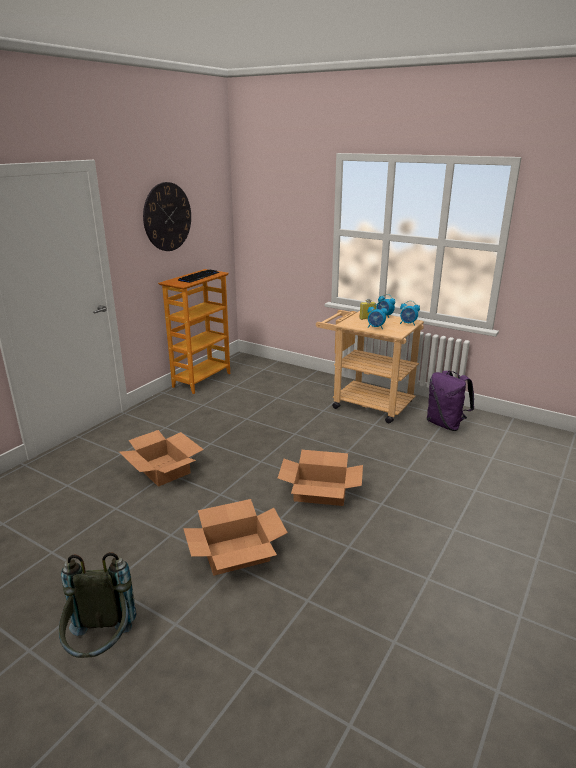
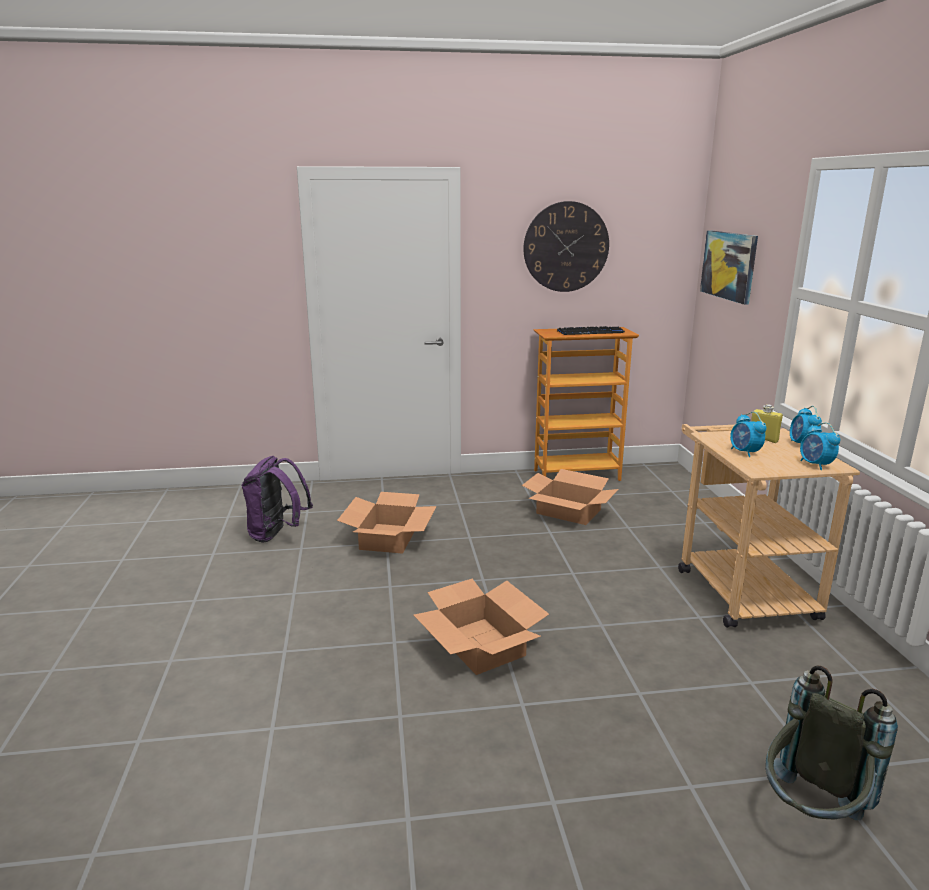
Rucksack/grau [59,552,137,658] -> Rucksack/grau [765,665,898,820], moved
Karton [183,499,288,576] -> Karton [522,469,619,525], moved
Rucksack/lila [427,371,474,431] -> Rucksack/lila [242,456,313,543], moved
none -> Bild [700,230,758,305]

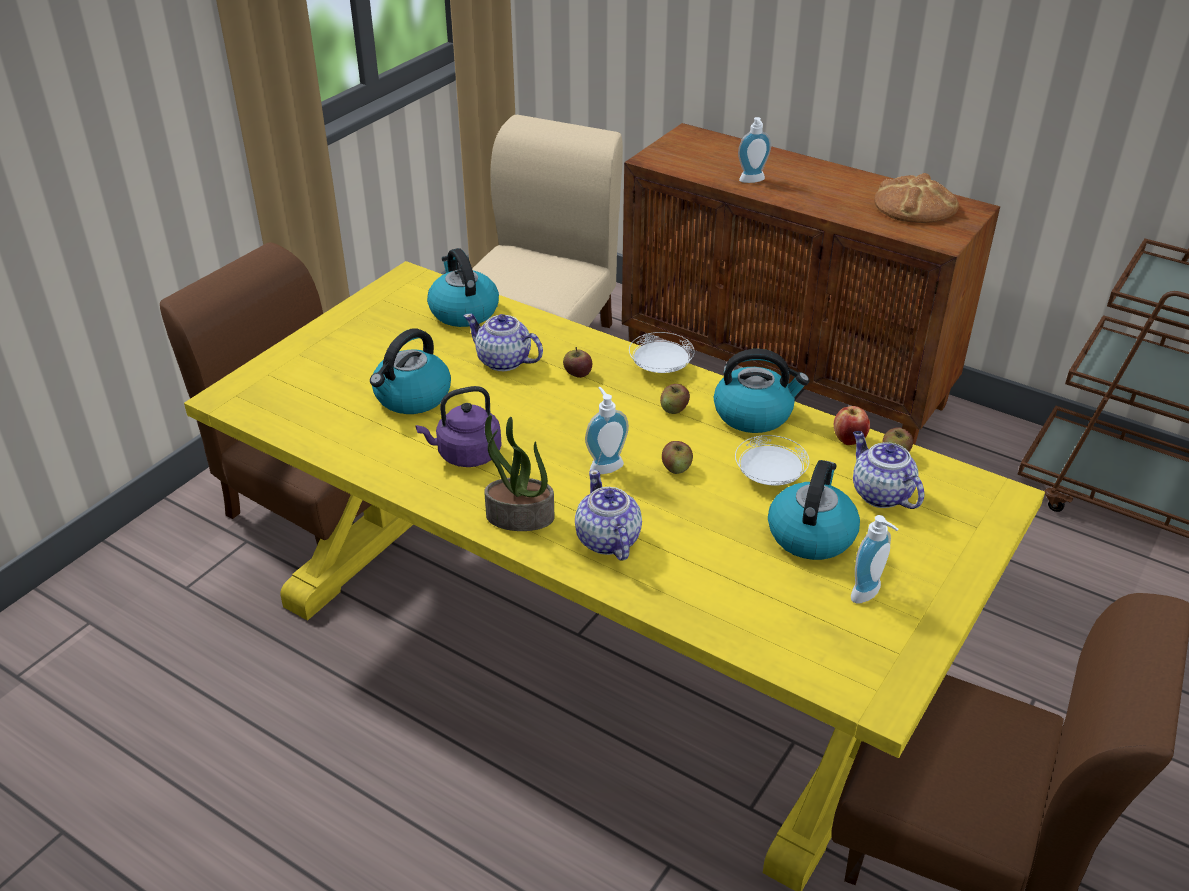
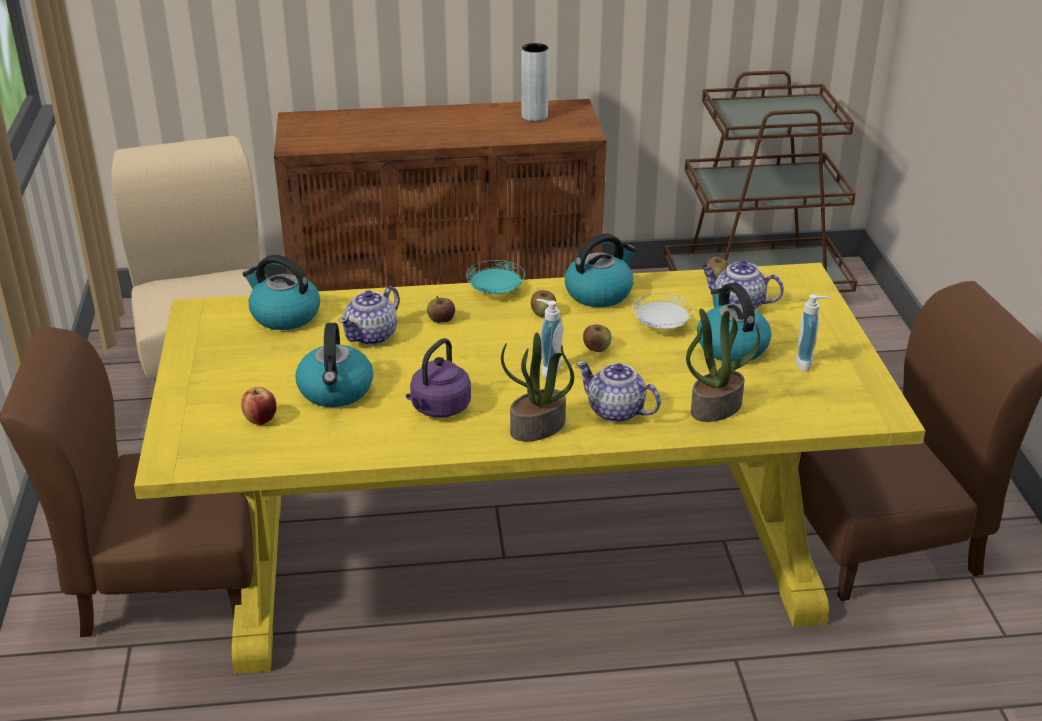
Teekanne [464,313,543,371] -> Teekanne [339,286,400,345], 45 degrees counterclockwise
Teller/weiß [629,332,695,373] -> Teller/türkis [466,260,525,294]
Seifenspender [738,117,771,183] -> none
Apfel [834,406,870,445] -> Apfel [241,387,277,425], moved
Brot [874,173,959,223] -> Vase/grau [522,43,549,121]
none -> Topfpflanze [686,309,760,422]

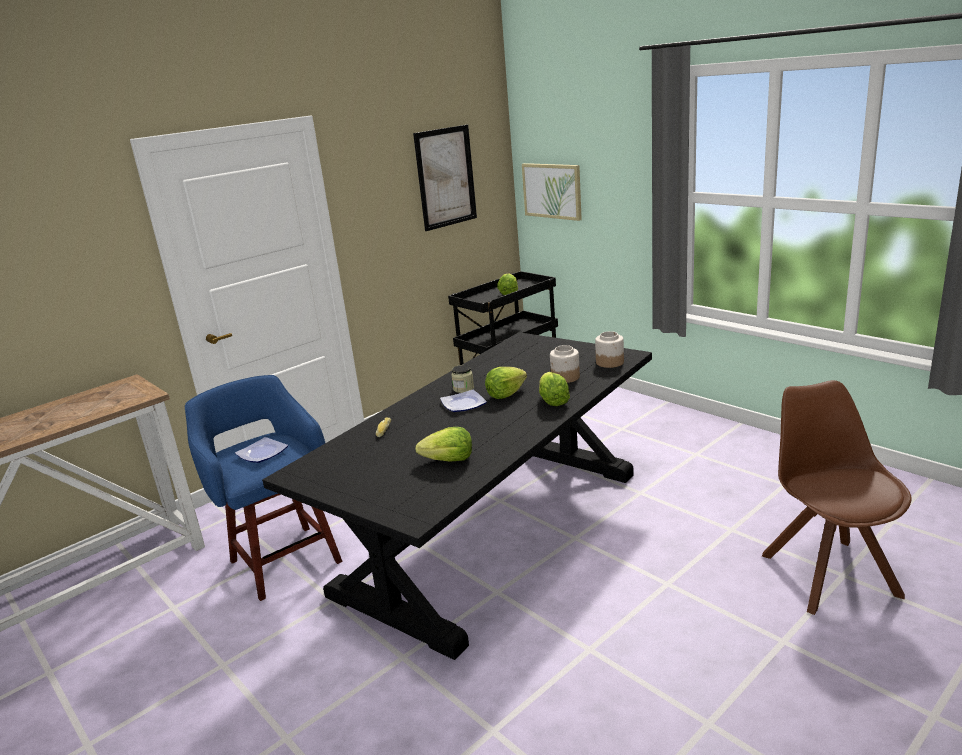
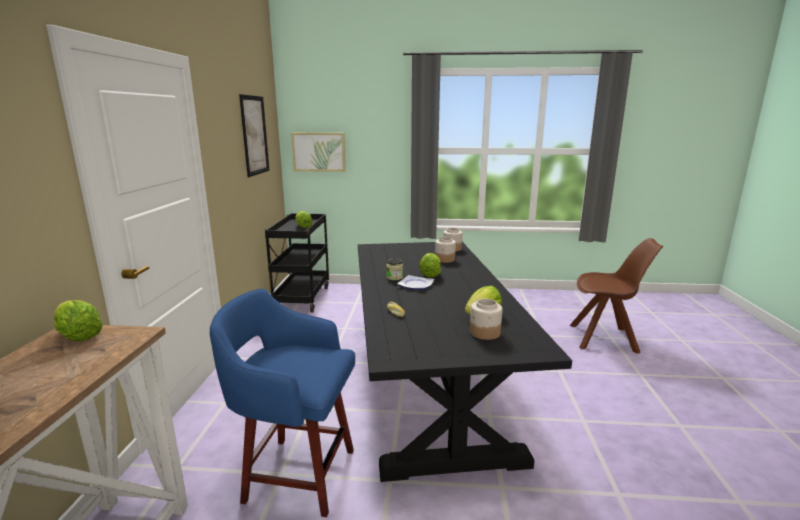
Teller [235,437,288,463] -> none
Salatkopf [539,372,570,406] -> Salatkopf [53,300,103,342], moved
Stuhl/braun [762,380,912,615] -> Stuhl/braun [570,238,663,354], 150 degrees clockwise
none -> Vorratsglas [470,299,502,340]

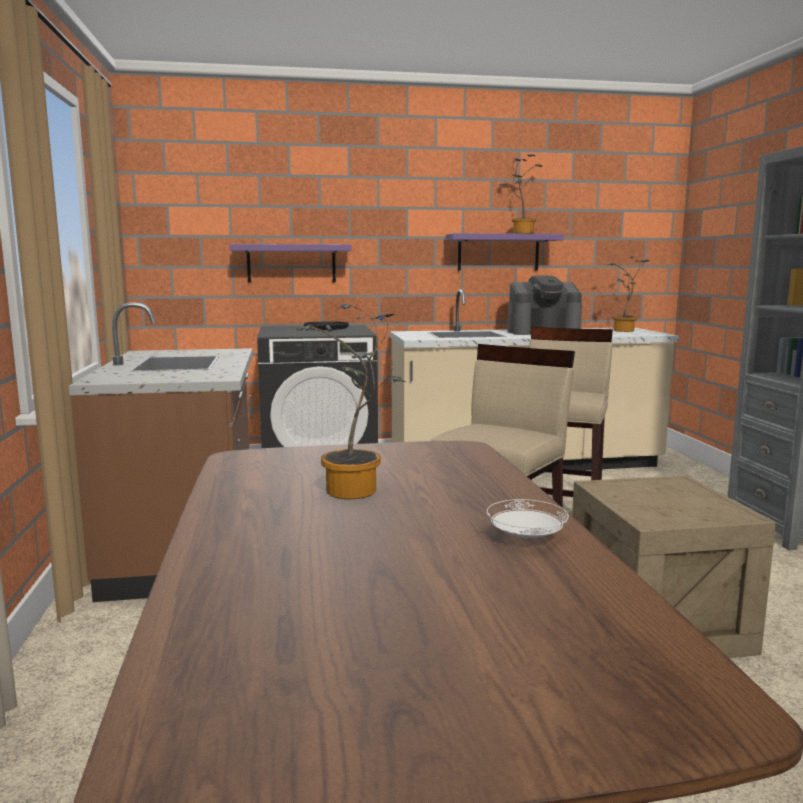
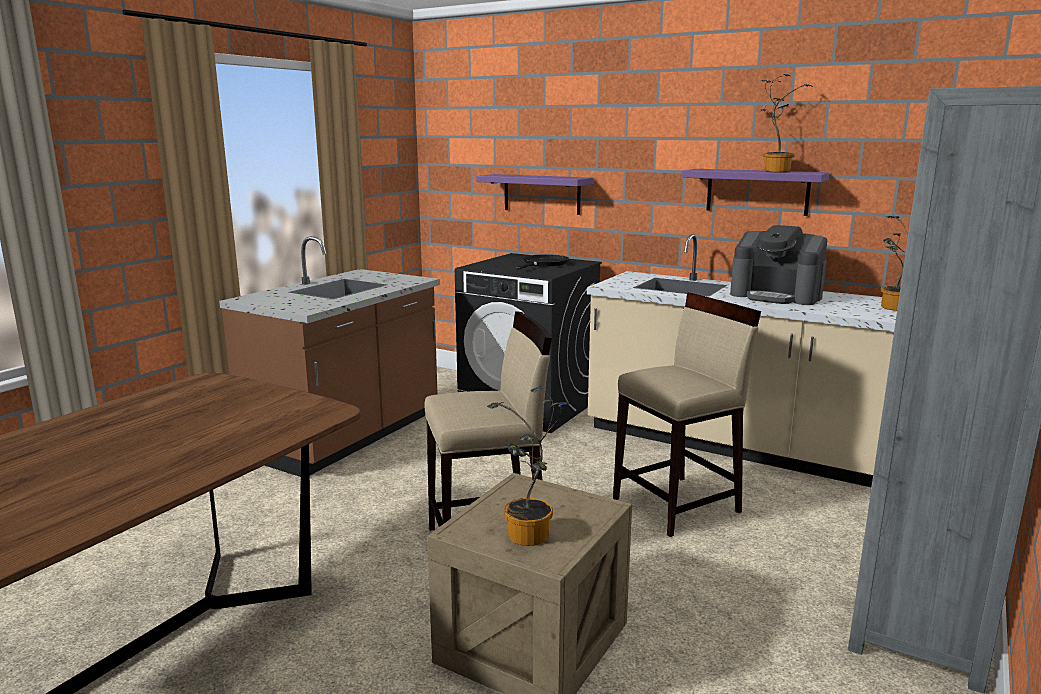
Topfpflanze [296,304,405,499] -> Topfpflanze [487,386,569,546], moved
Teller/weiß [487,499,569,539] -> none

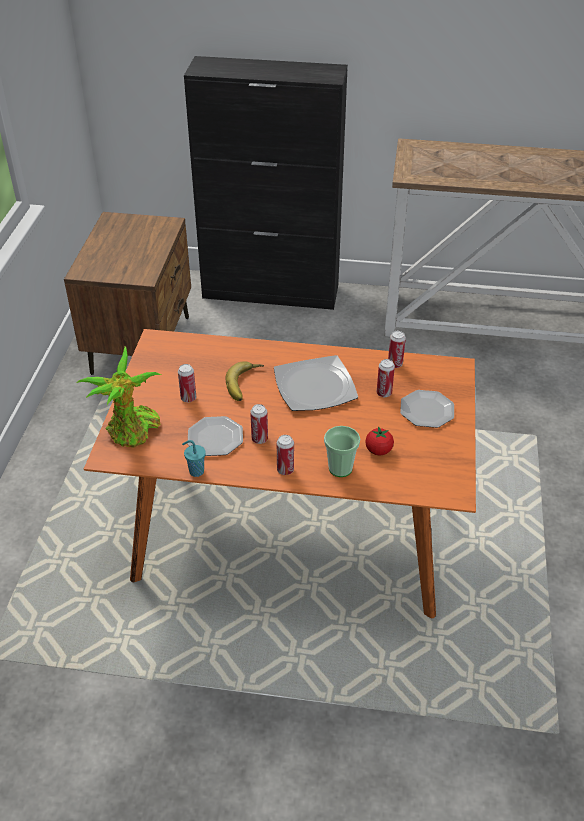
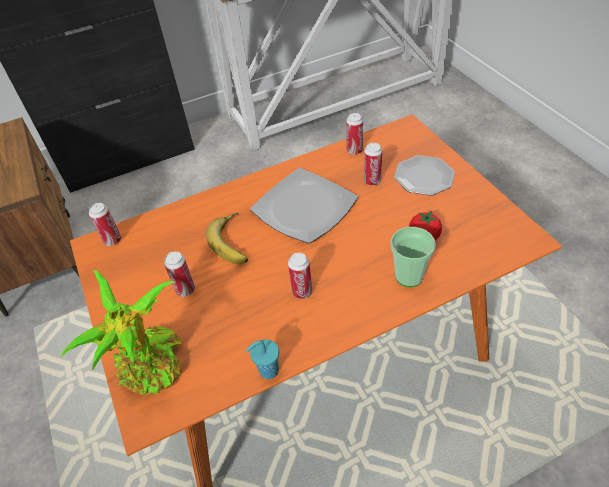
Teller [188,416,243,456] -> none
Dose [277,435,294,475] -> Dose [89,203,121,246], moved

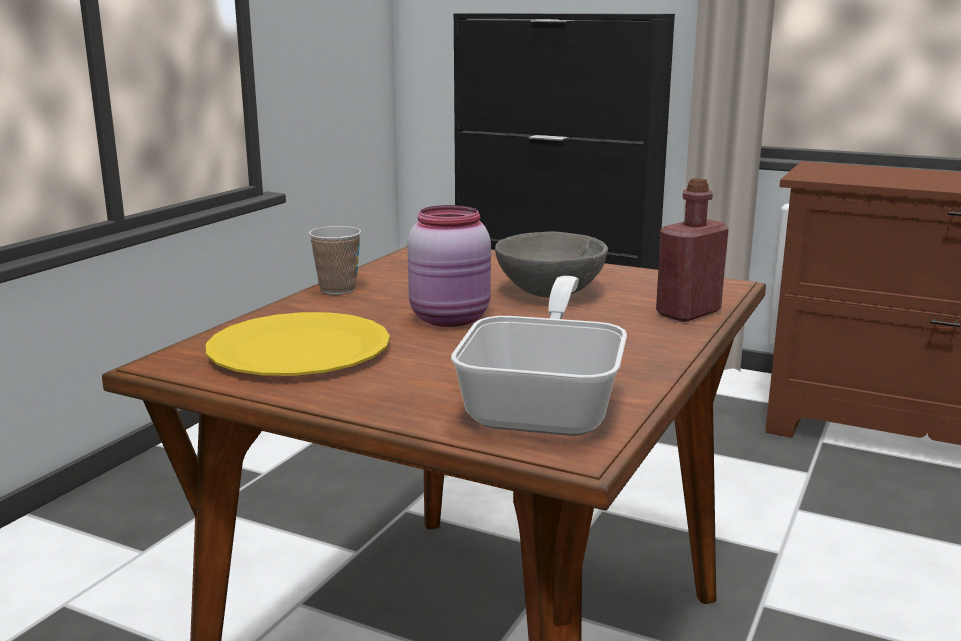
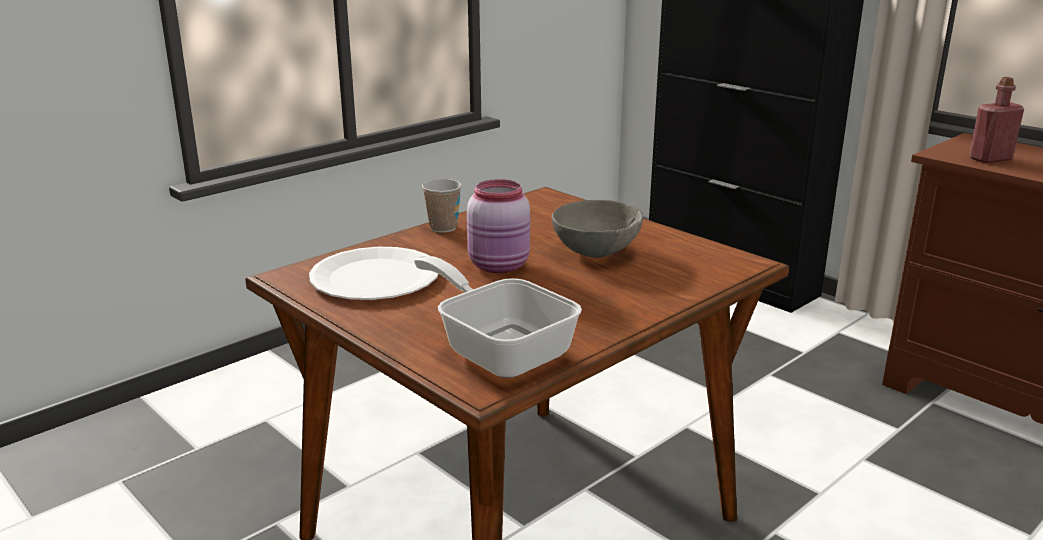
Teller/gelb [206,312,390,376] -> Teller/weiß [309,247,438,300]
Pfanne [451,276,627,436] -> Pfanne [414,256,582,378], 75 degrees counterclockwise
Flasche/rot [656,178,729,322] -> Flasche/rot [969,77,1024,163], moved

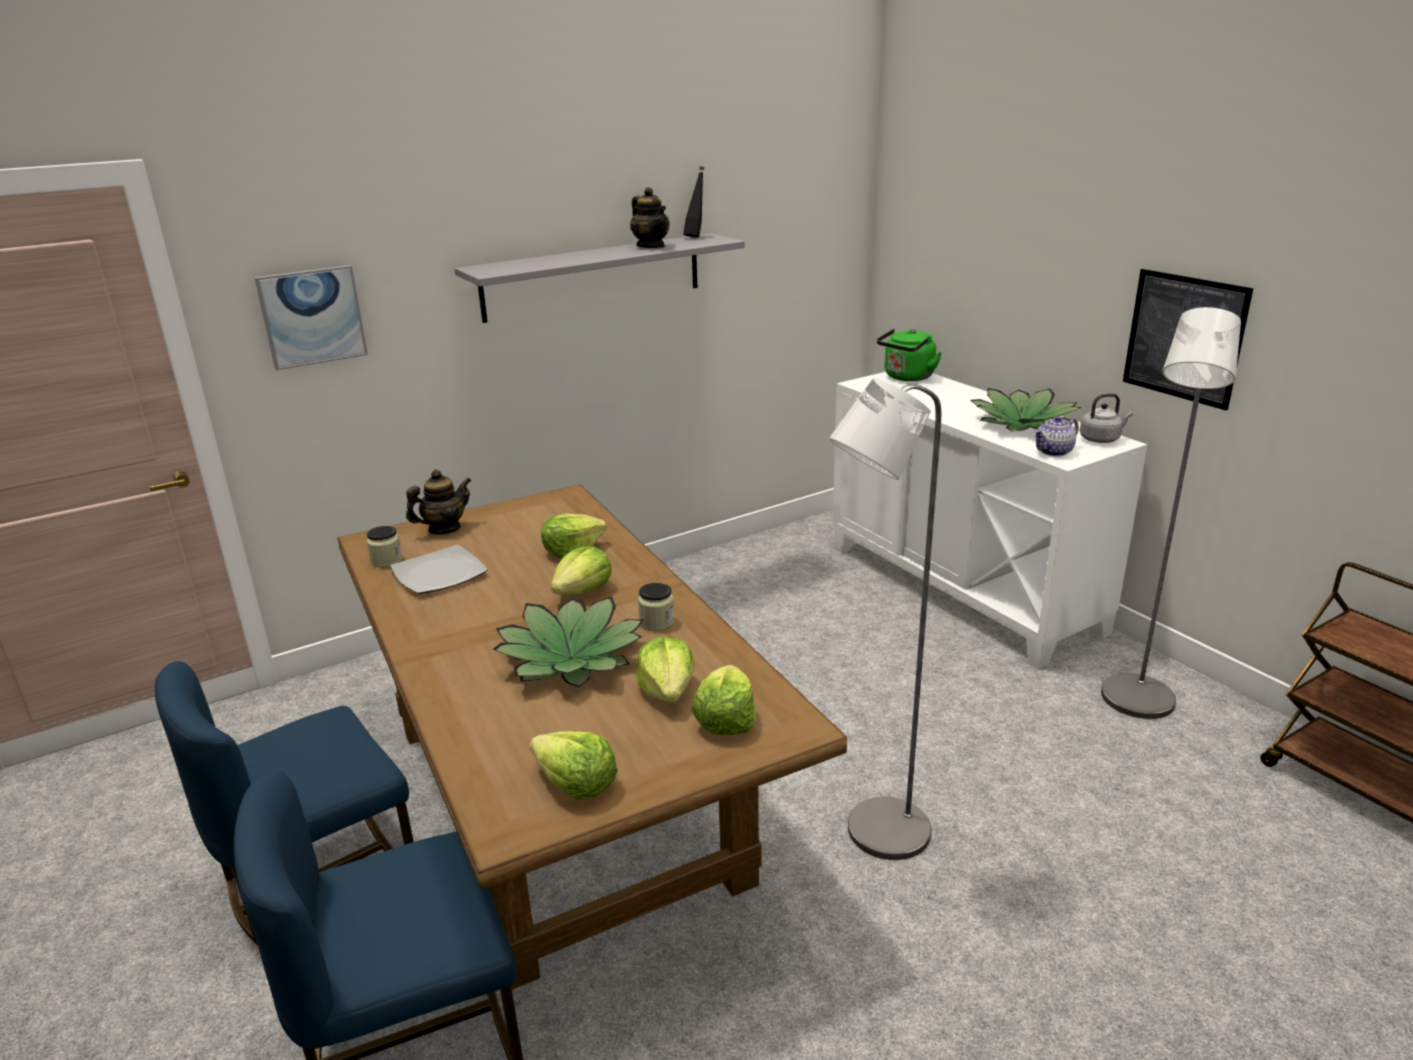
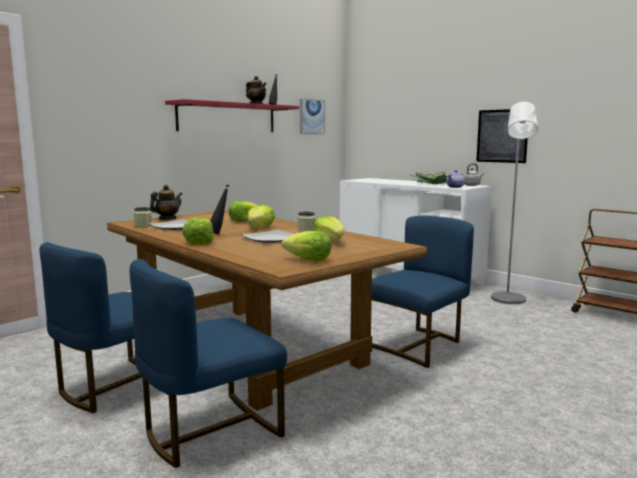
Bild [254,265,368,370] -> Bild [300,99,325,134], moved
Wandregal/grau [455,233,745,323] -> Wandregal/rot [165,99,299,132]
Topfpflanze [493,596,644,687] -> Teller [242,229,293,243]
Salatkopf [691,665,756,735] -> Salatkopf [182,218,214,245], moved
Stehlampe/grau [829,378,941,860] -> Stuhl/blau [372,216,474,368]
Wasserkessel/grün [877,329,942,381] -> none
none -> Flasche/schwarz [210,185,229,235]

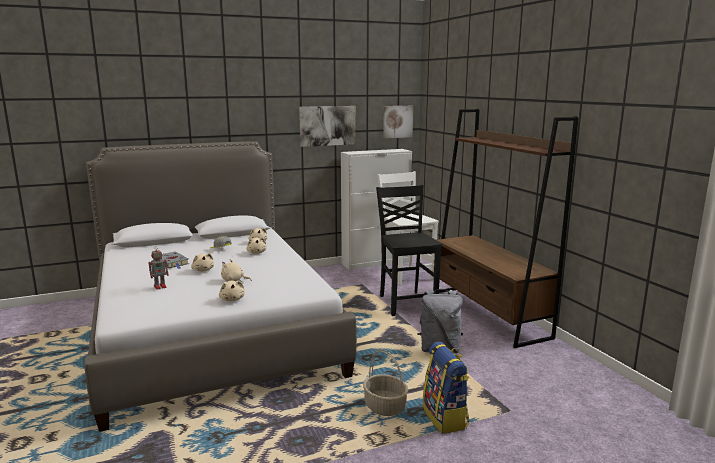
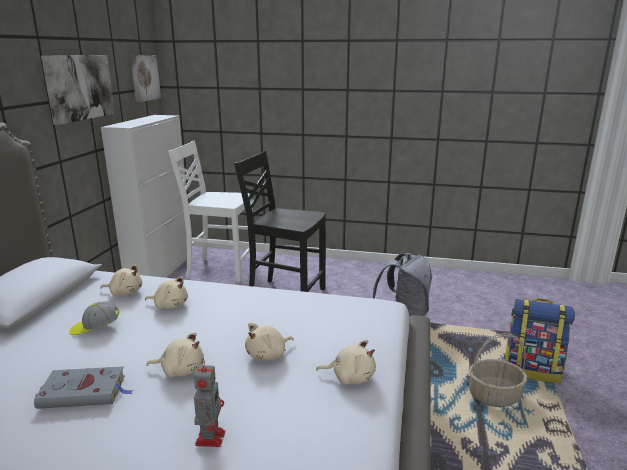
Bücherregal/braun [434,109,579,348] -> none

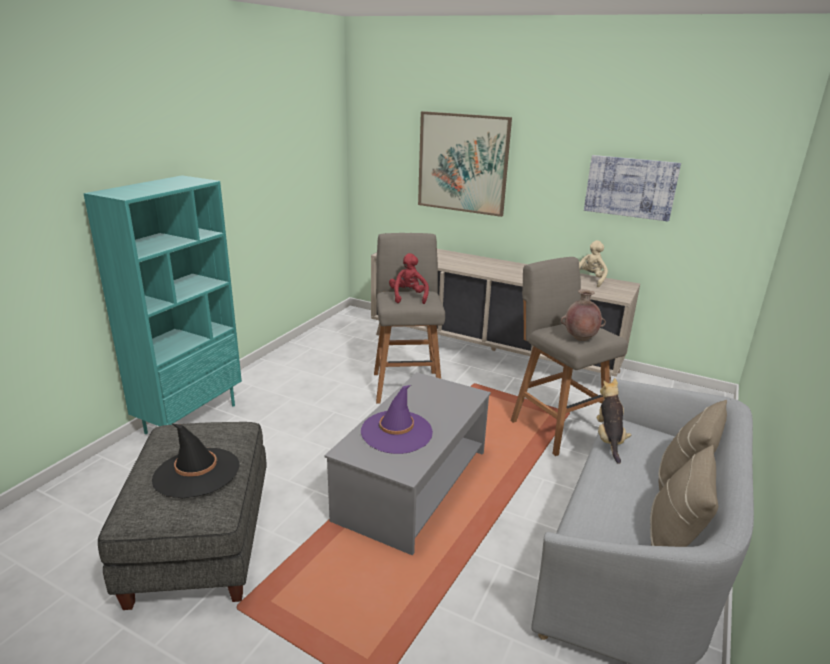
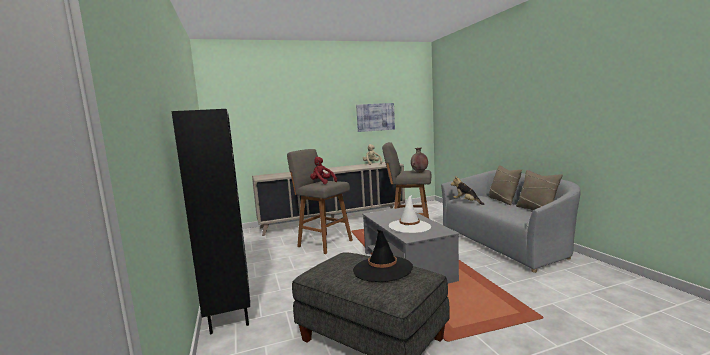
Bücherregal/türkis [83,175,242,434] -> Bücherregal/schwarz [172,109,250,334]
Hut/lila [361,385,433,454] -> Hut/weiß [389,194,431,233]
Bild [418,111,512,217] -> none

